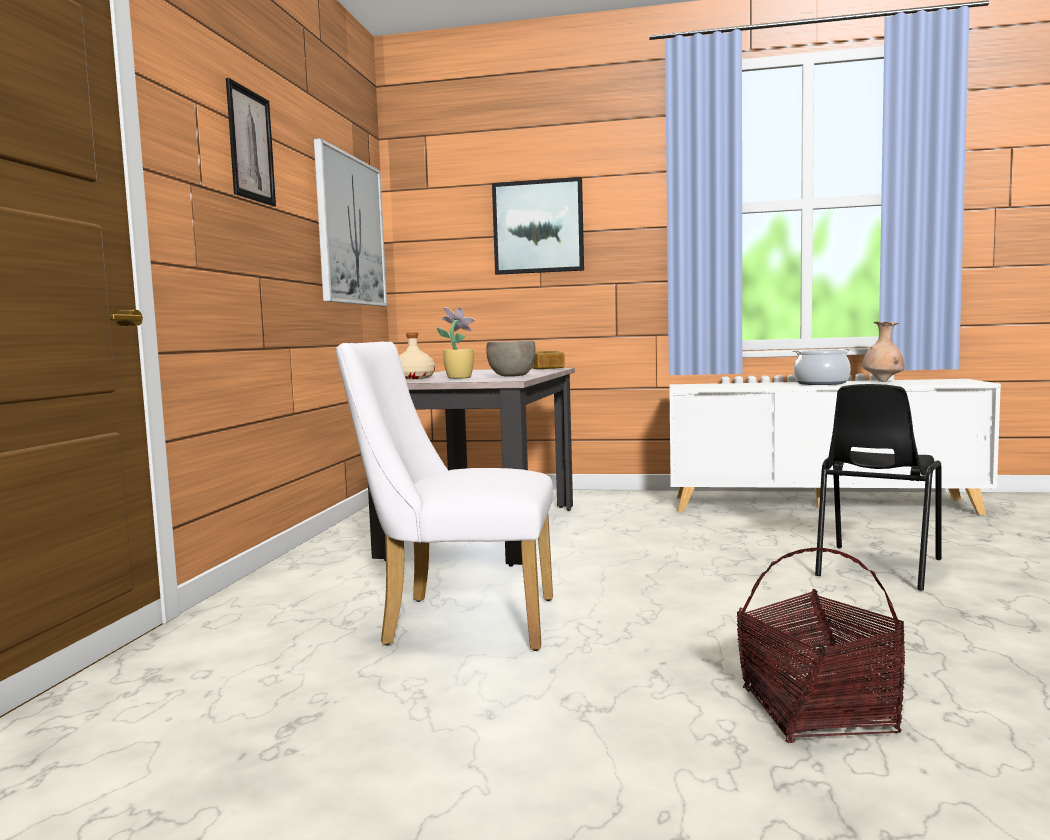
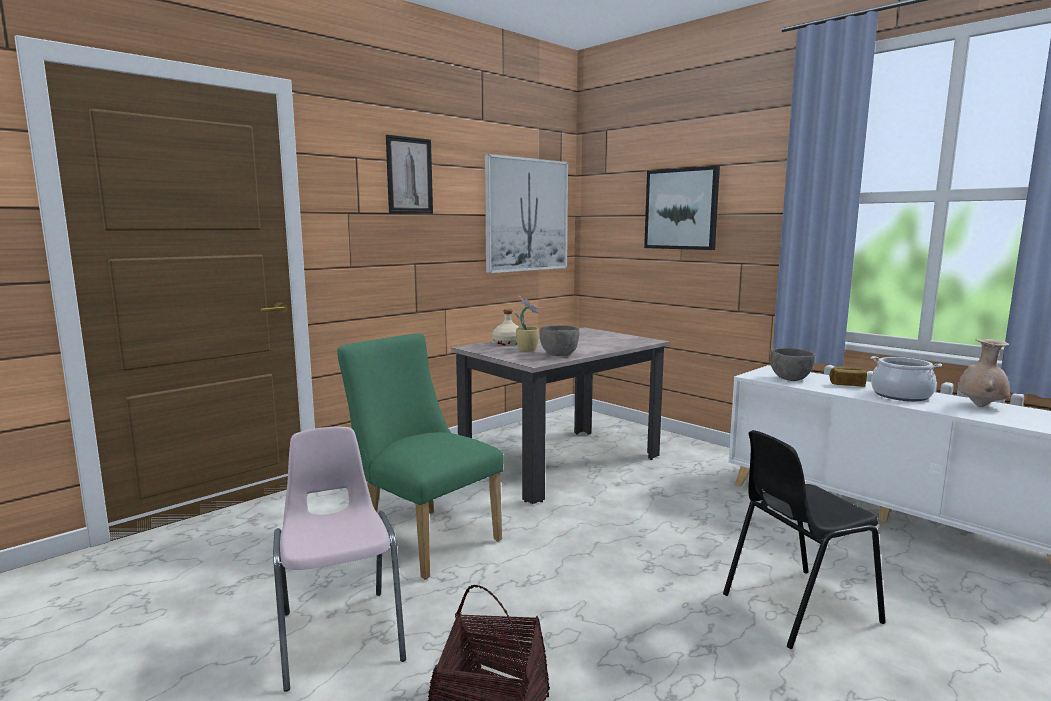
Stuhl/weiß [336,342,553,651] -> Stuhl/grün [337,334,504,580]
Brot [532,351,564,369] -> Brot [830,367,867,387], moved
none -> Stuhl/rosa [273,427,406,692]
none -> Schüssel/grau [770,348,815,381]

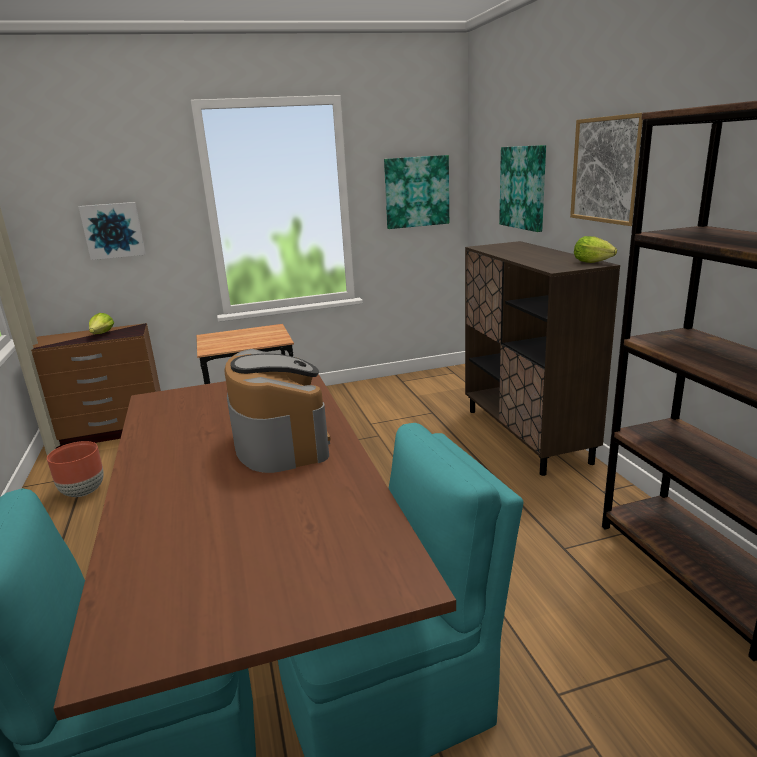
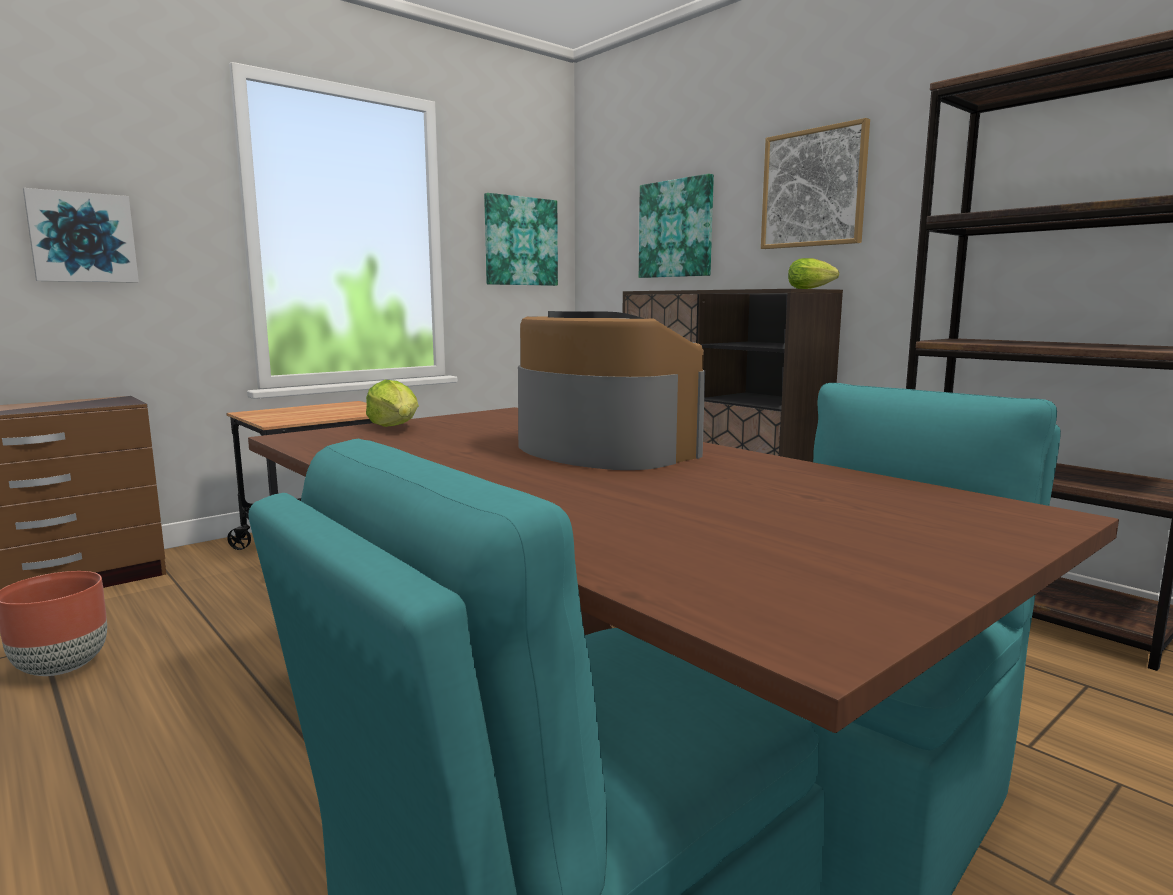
Salatkopf [89,313,114,334] -> Salatkopf [366,380,419,427], moved

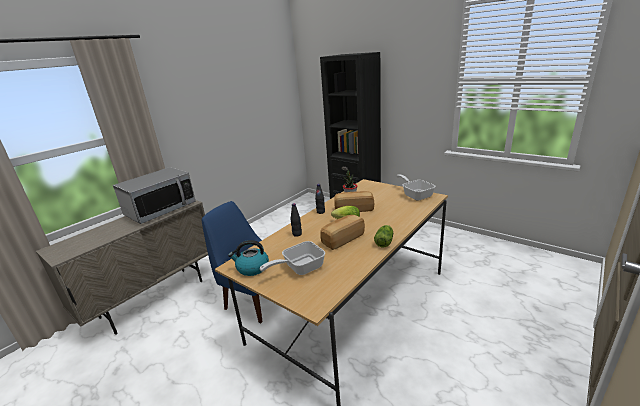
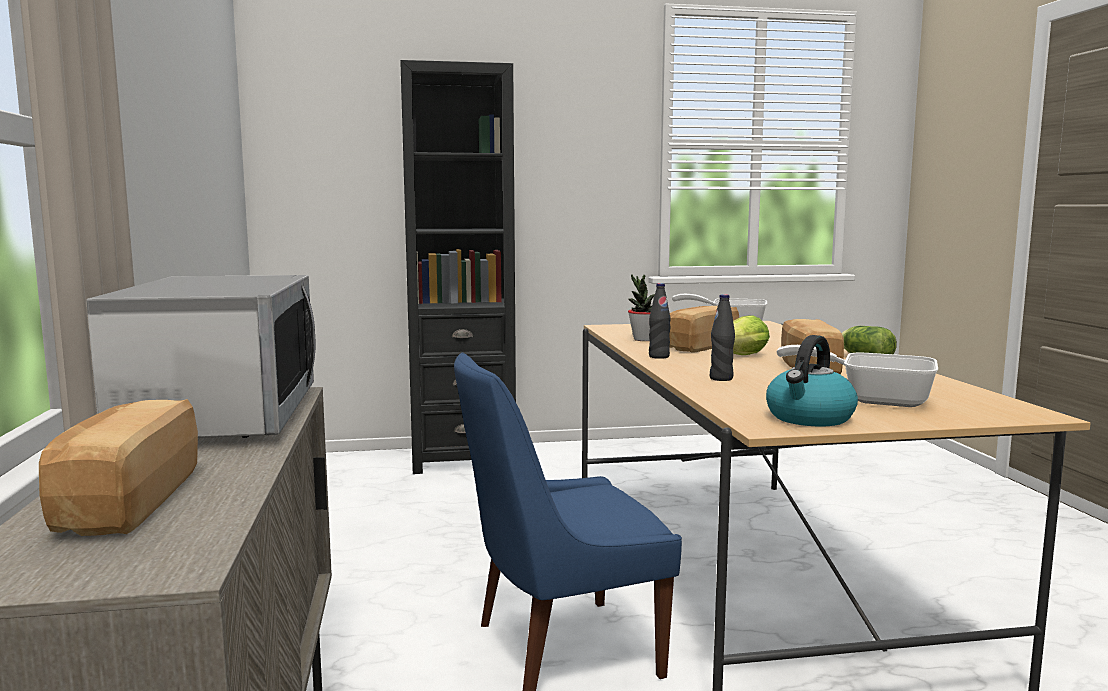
Pfanne [260,241,325,275] -> Pfanne [776,345,938,407], 105 degrees clockwise
none -> Brot [39,399,198,536]

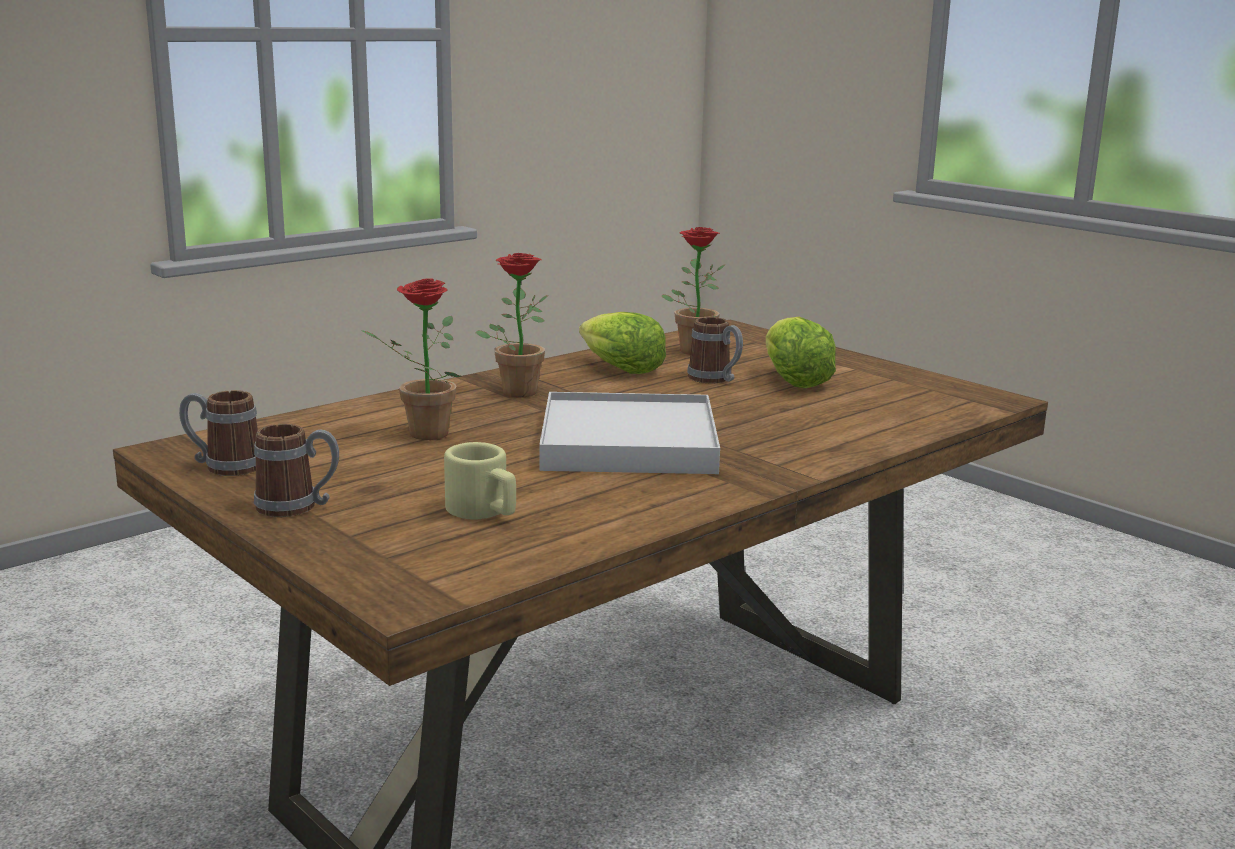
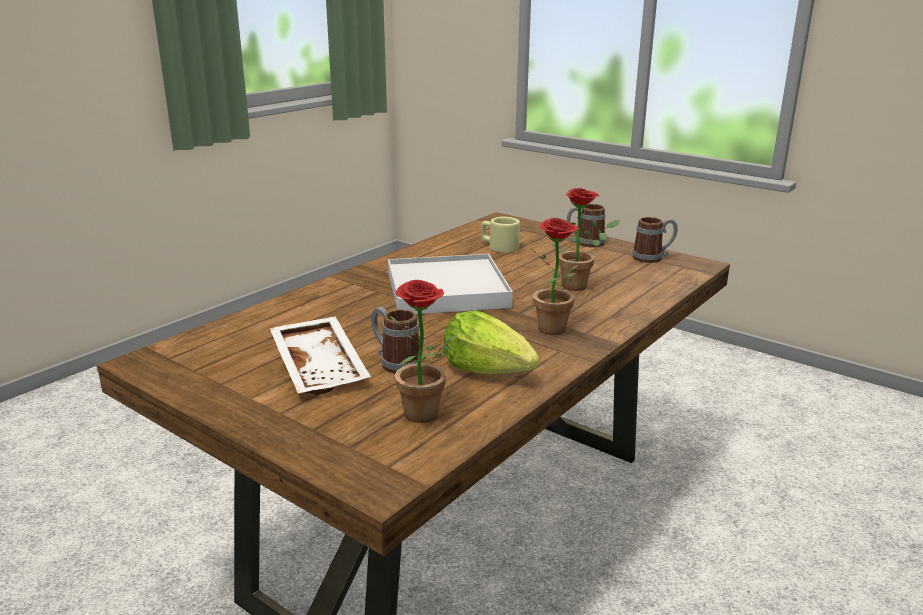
Salatkopf [766,317,836,388] -> Tablett/weiß [270,316,371,395]

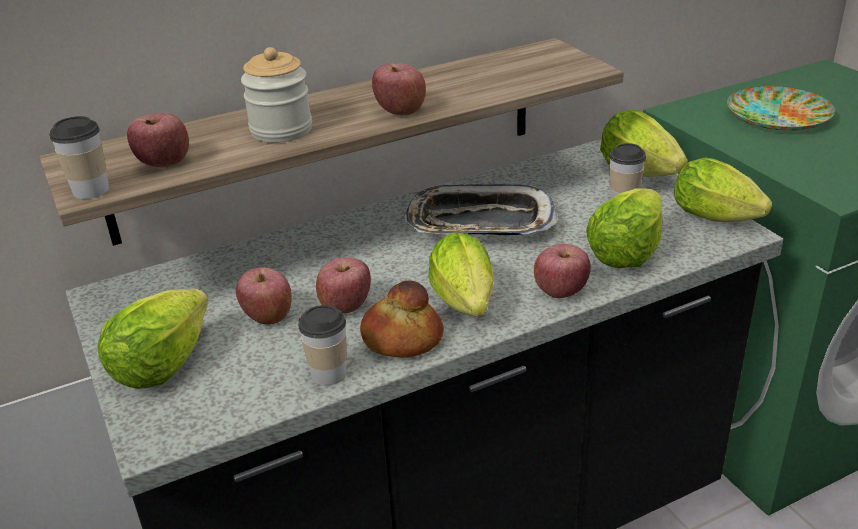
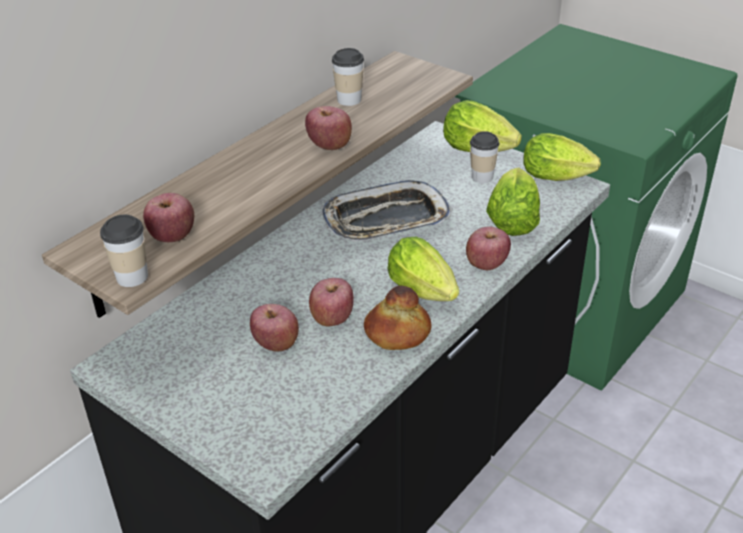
Salatkopf [97,289,209,389] -> none
Vorratsglas [241,47,312,143] -> none
Tasse [298,305,347,386] -> Tasse [332,48,364,106], moved
Teller [727,86,835,131] -> none

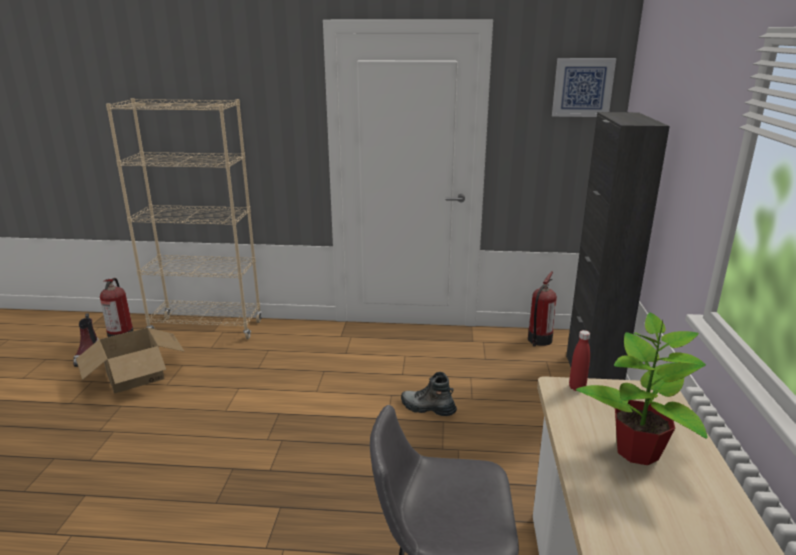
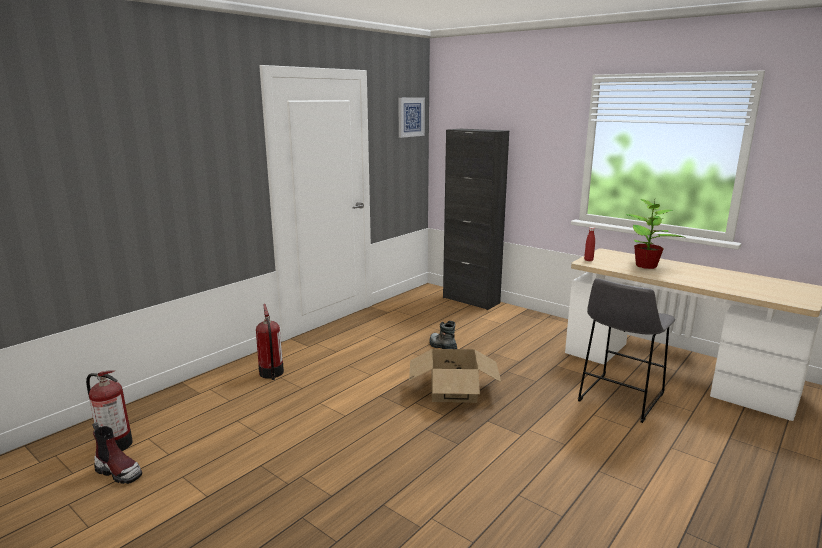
Karton [76,328,185,393] -> Karton [409,349,501,403], moved
Bücherregal/beige [106,98,262,339] -> none
Stiefel [401,372,457,416] -> Stiefel [429,321,457,349], 90 degrees clockwise
Feuerlöscher [528,271,557,347] -> Feuerlöscher [256,304,284,380], moved

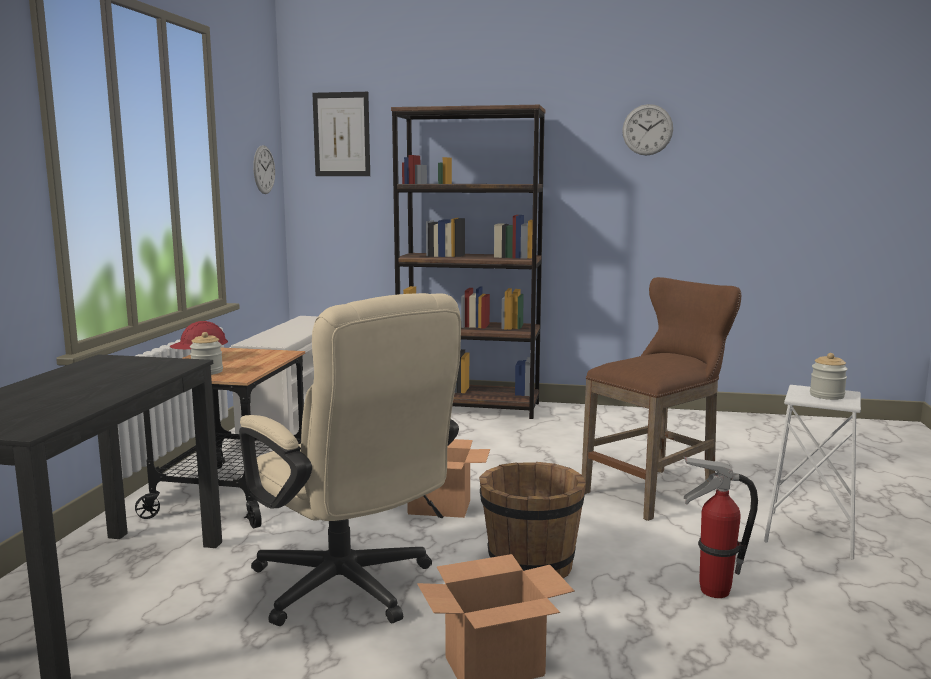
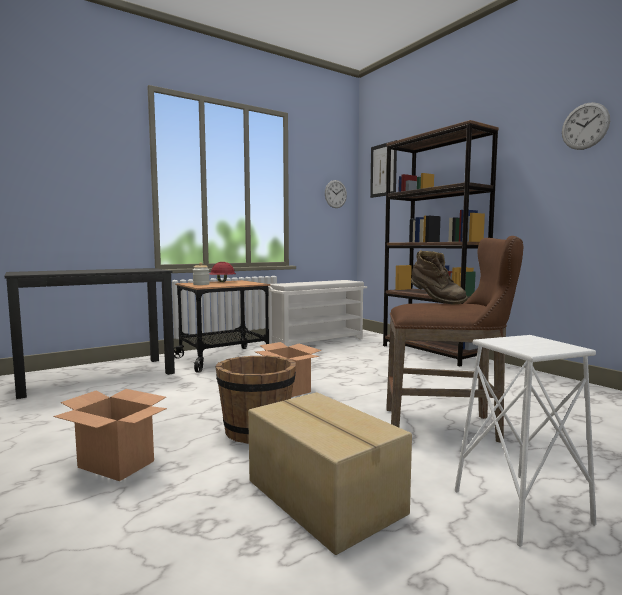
Bürostuhl/beige [239,293,461,626] -> none
Feuerlöscher [684,457,758,598] -> Karton [248,392,412,555]
Vorratsglas [810,353,848,400] -> none
none -> Stiefel/braun [411,250,468,304]

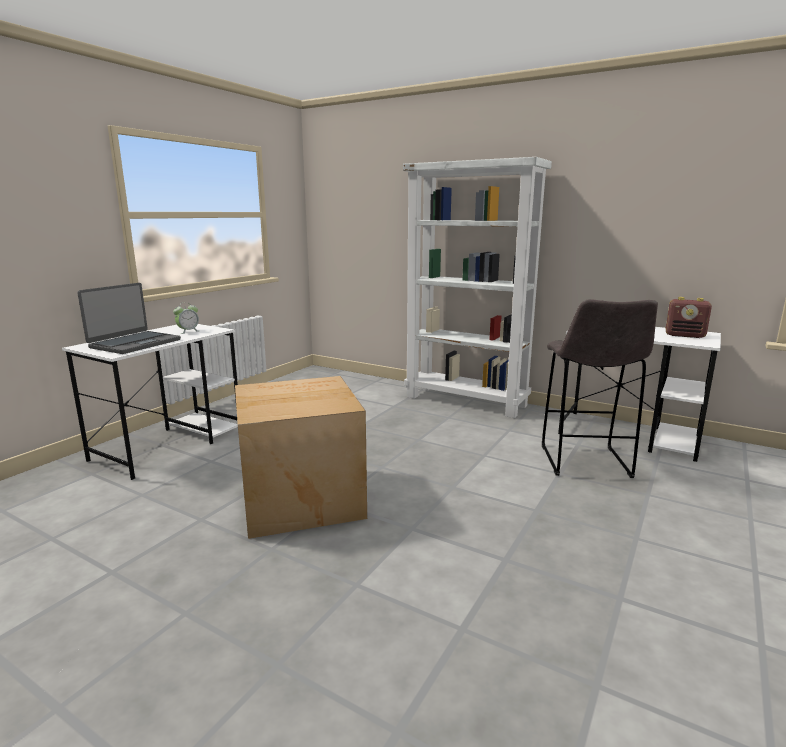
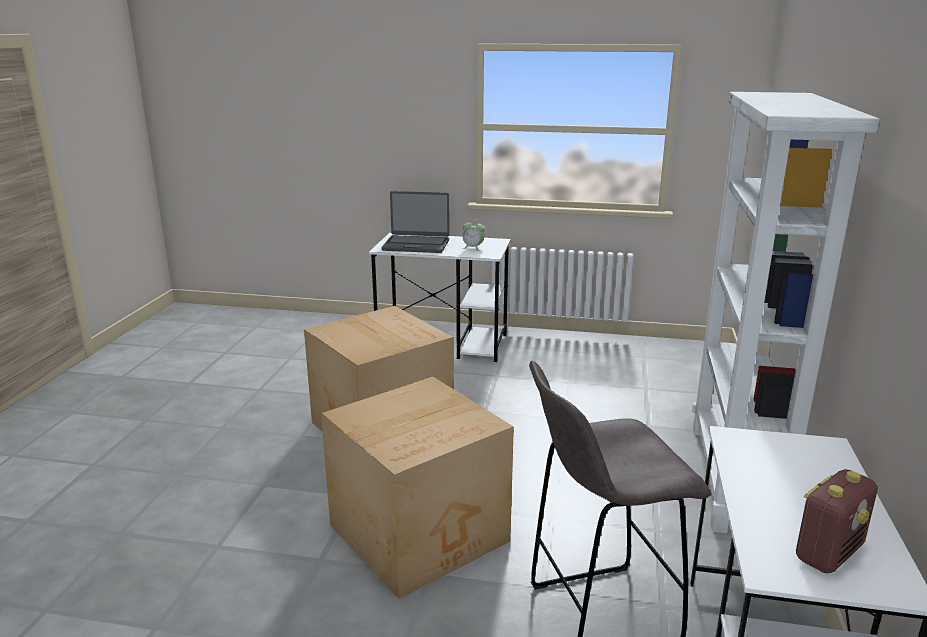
Radio [666,297,712,338] -> Radio [796,469,878,574], 135 degrees counterclockwise
none -> Karton [321,377,514,599]

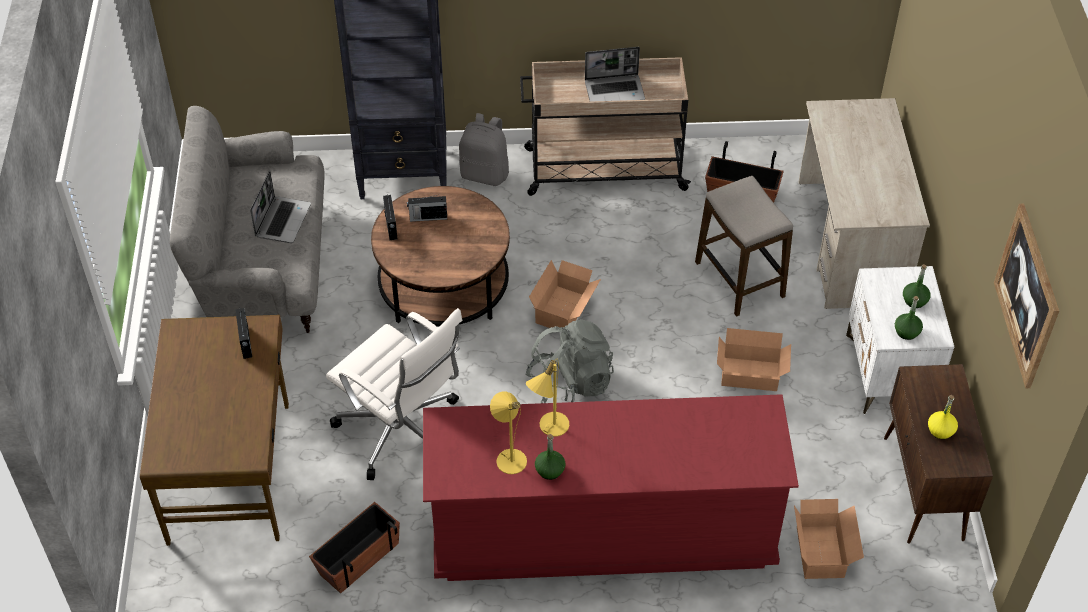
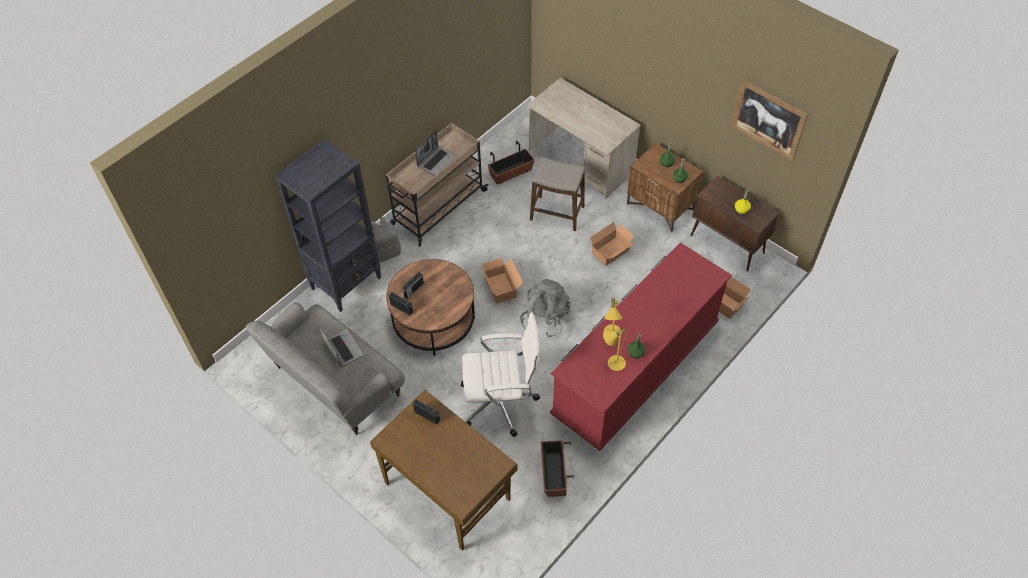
Nachttisch/weiß [846,266,955,415] -> Nachttisch/braun [627,143,703,232]

